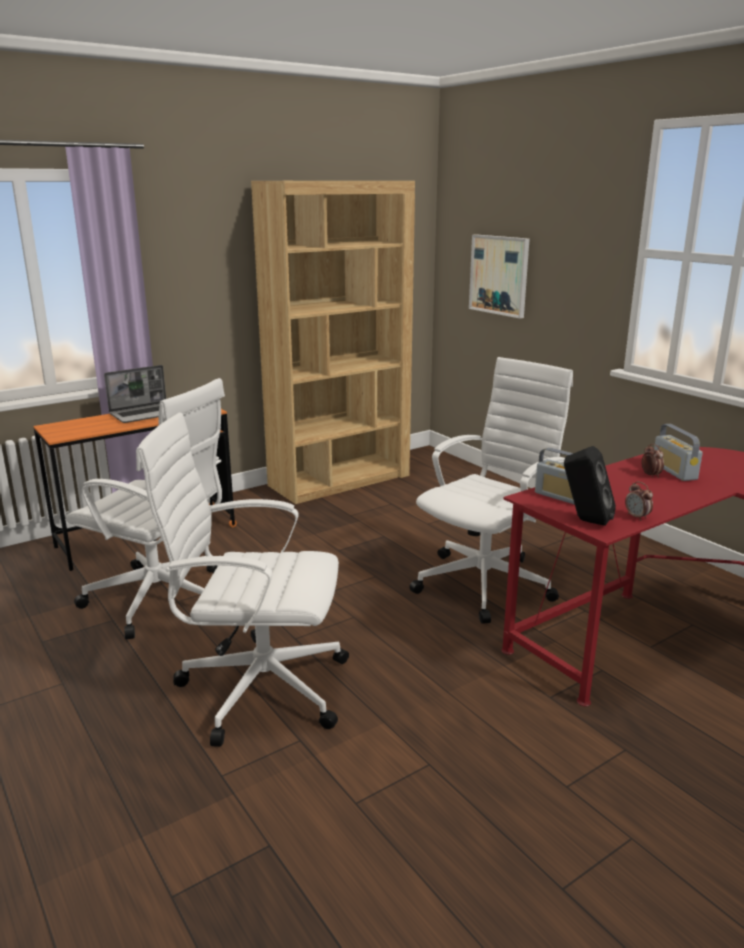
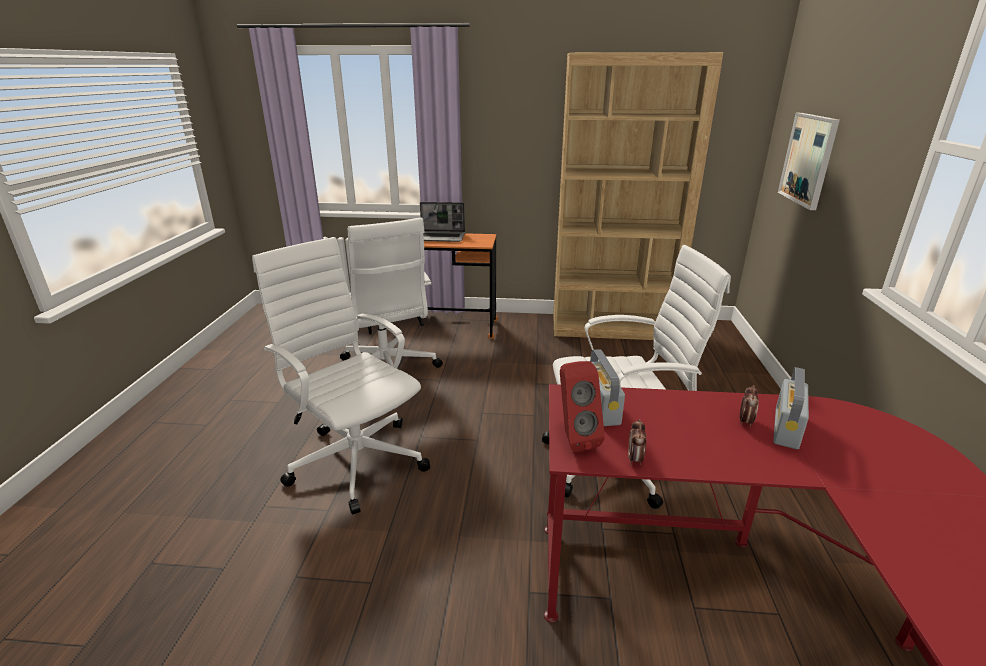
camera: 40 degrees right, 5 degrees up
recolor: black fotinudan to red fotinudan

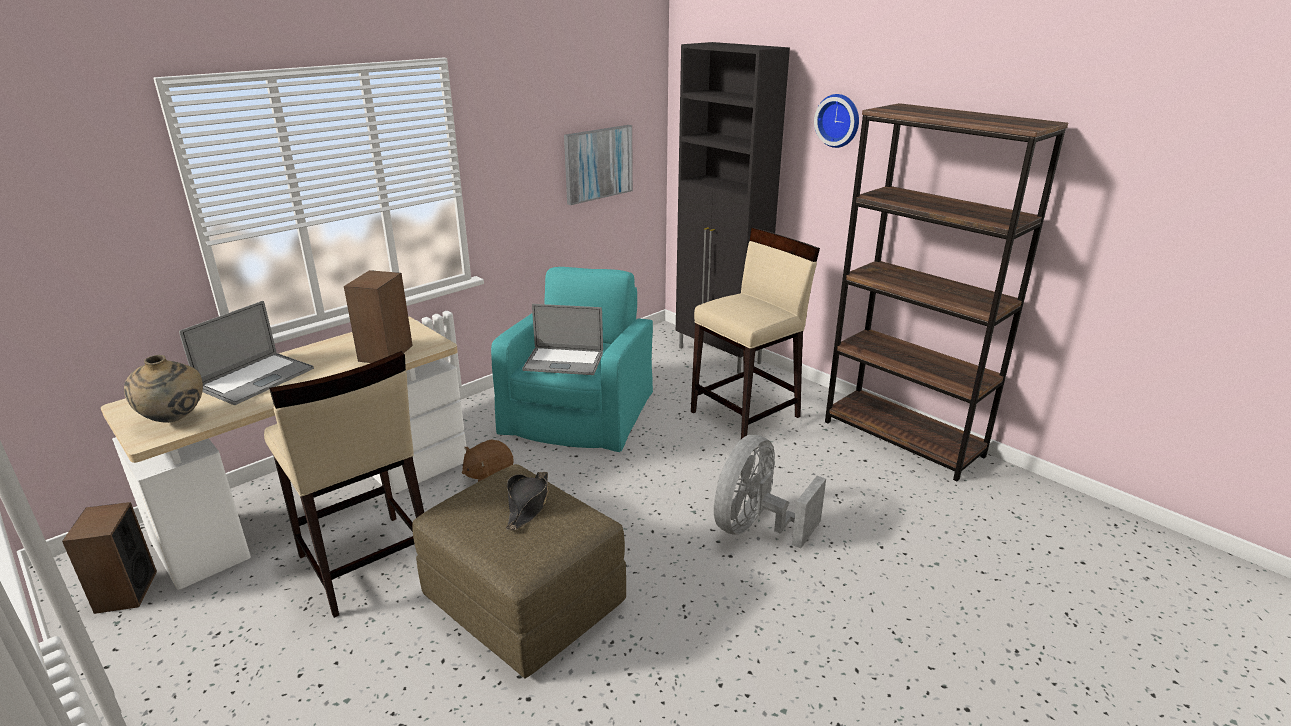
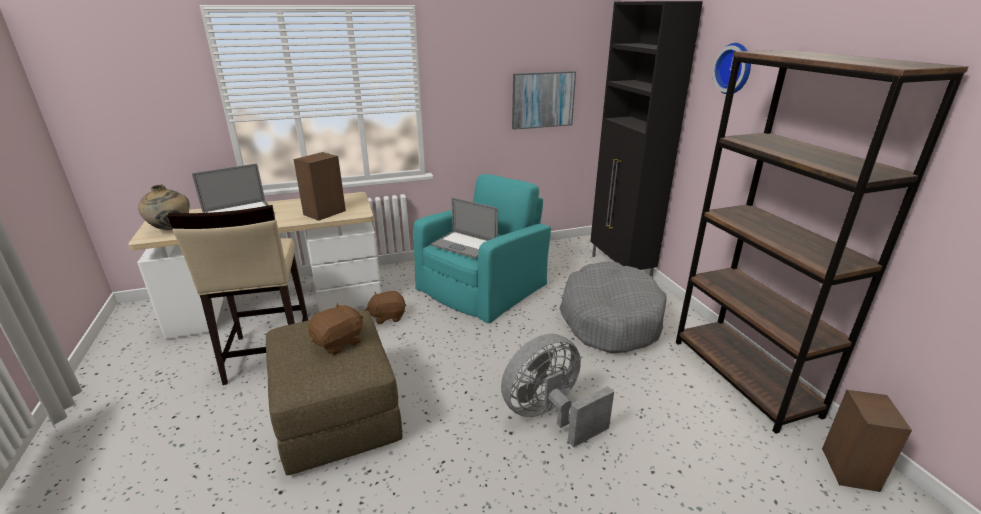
camera: 25 degrees right, 0 degrees up
move: fotinudan (1st from left in the first image) to fotinudan (2nd from left)
replace: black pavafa to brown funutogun (1st from left); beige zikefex (2nd from left) to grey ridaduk

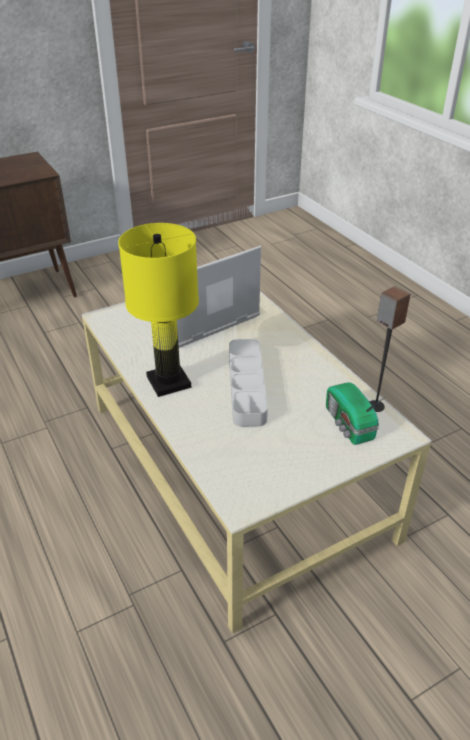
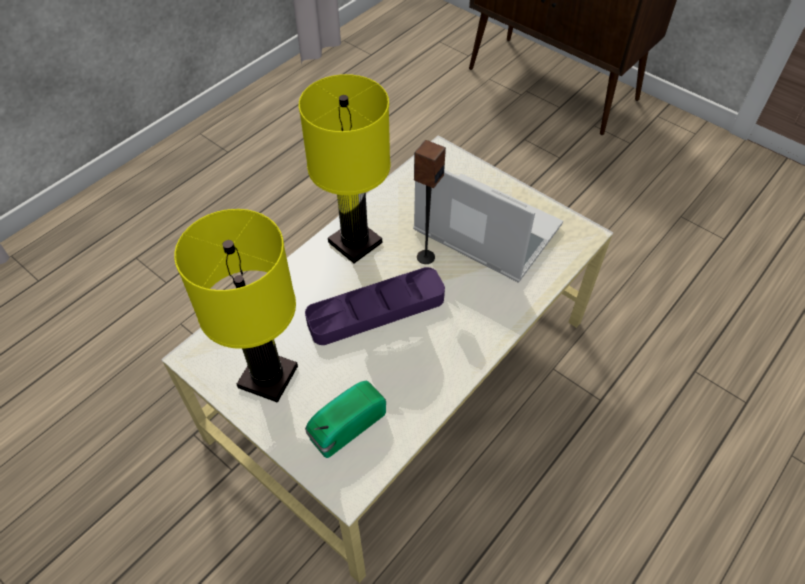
camera: 70 degrees right, 15 degrees up
insert: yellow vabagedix (1st from left)
move: fotinudan
recolor: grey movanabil to purple movanabil

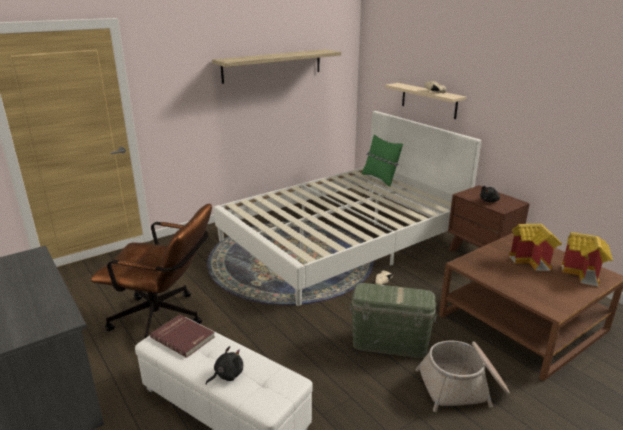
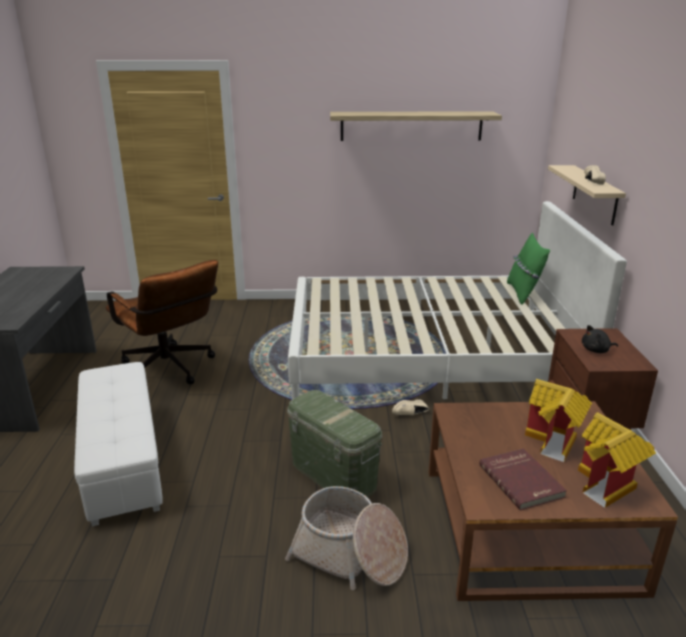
camera: 35 degrees right, 0 degrees up
delete: black funutogun (1st from left)
move: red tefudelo

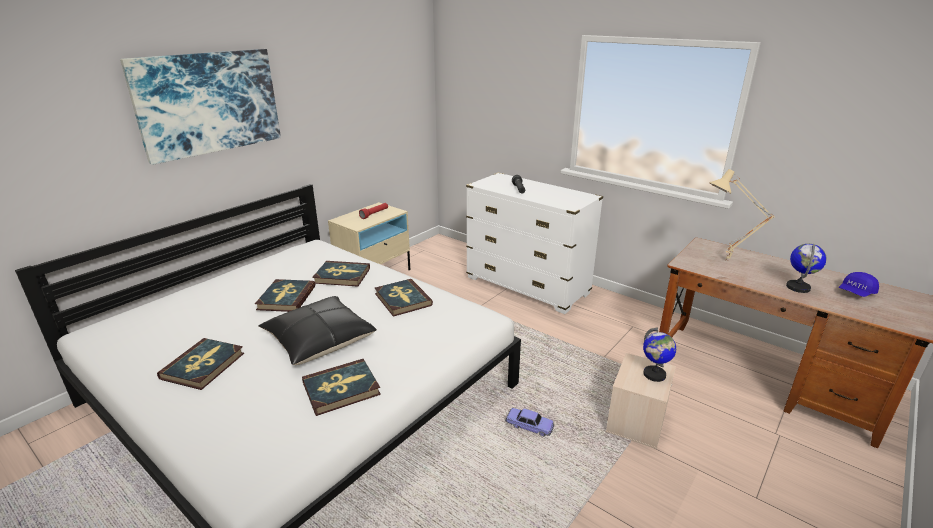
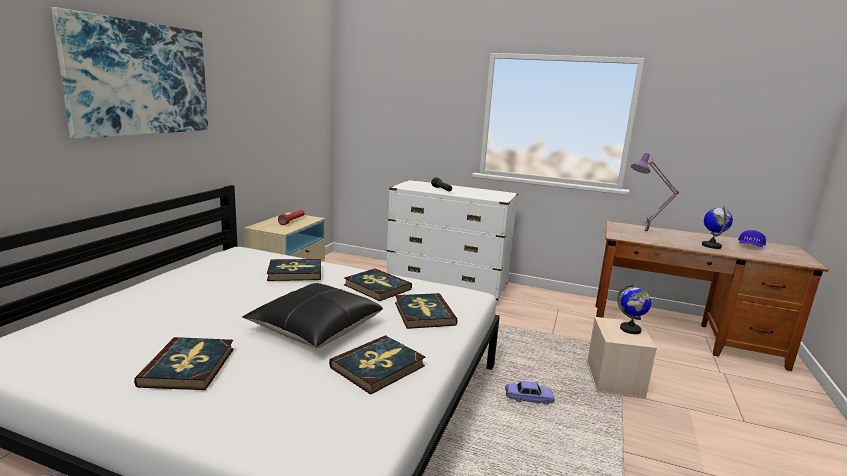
camera: 20 degrees left, 10 degrees down
move: tefudelo (2nd from left in the first image) to tefudelo (5th from left)
recolor: beige vabagedix to purple vabagedix

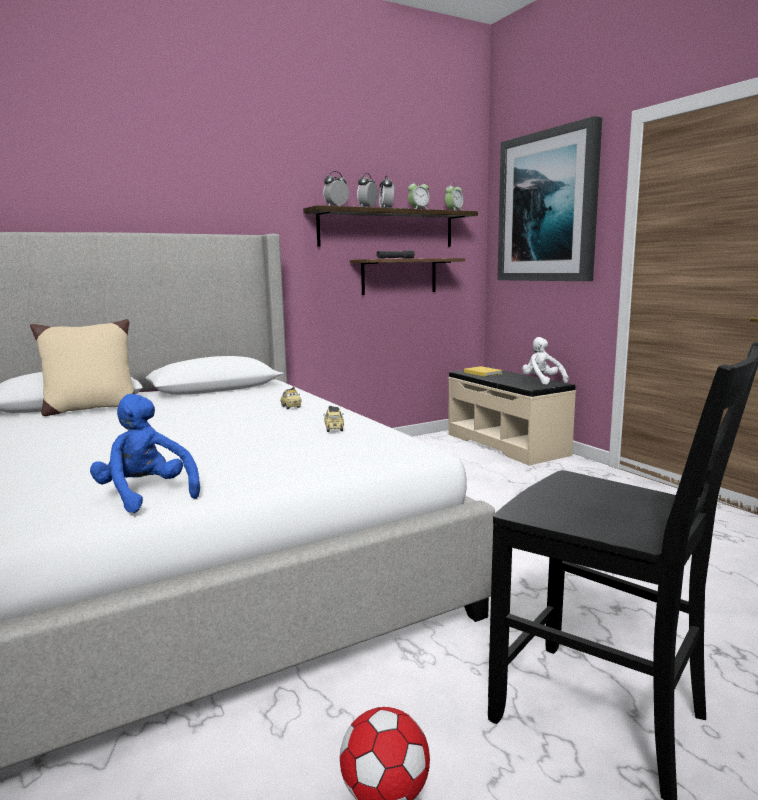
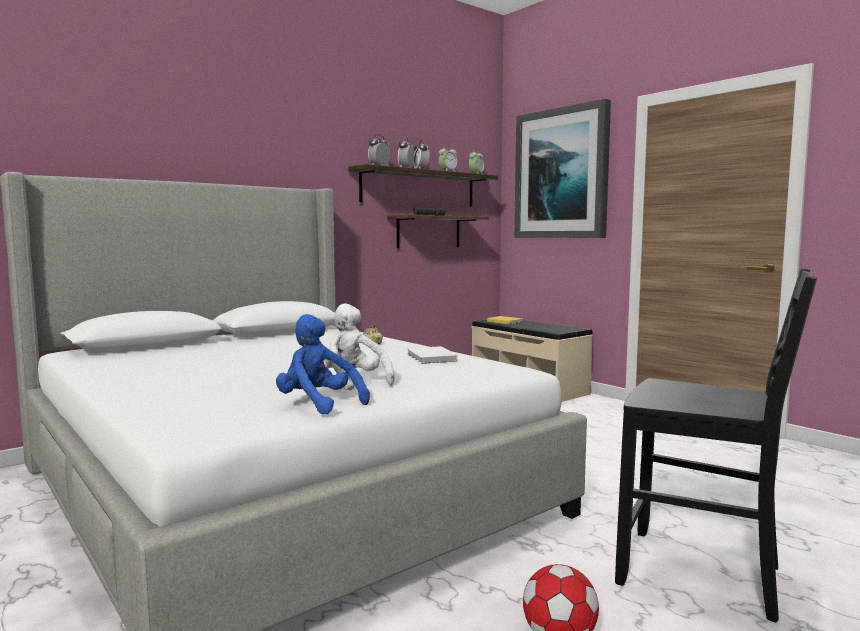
camera: 10 degrees left, 5 degrees down
delete: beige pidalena
move: white funutogun
replace: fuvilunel (2nd from left) to white tefudelo

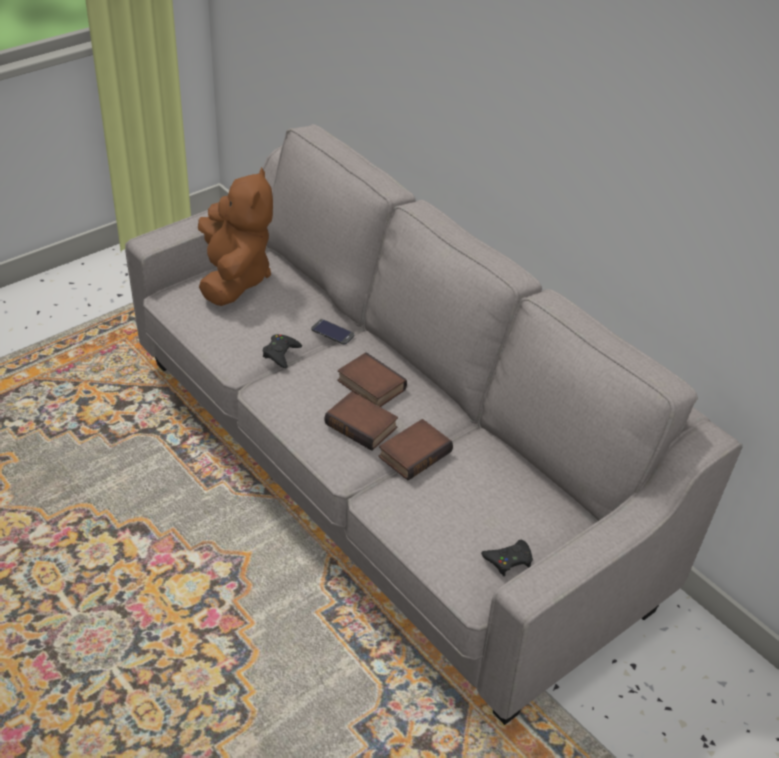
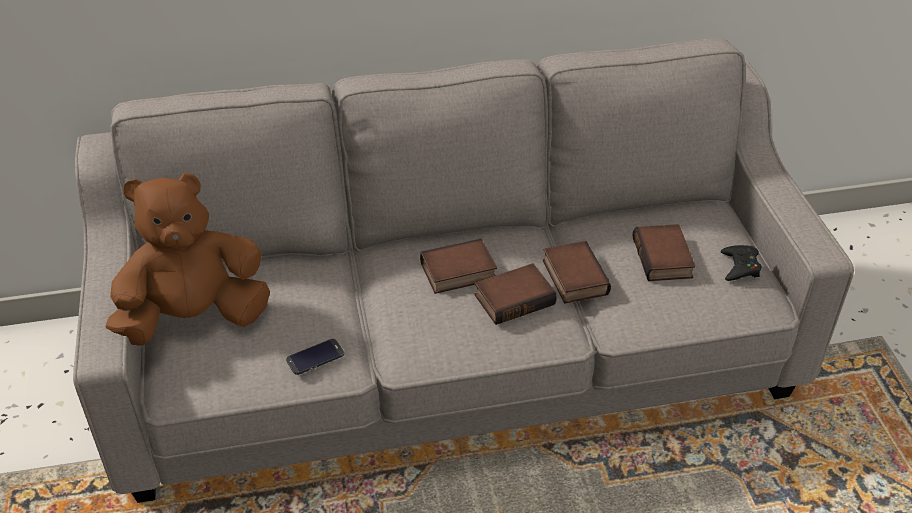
camera: 60 degrees left, 0 degrees up
delete: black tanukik (1st from left)
insert: tefudelo (4th from left)
move: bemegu
rotate: brown funutogun 45 degrees counterclockwise

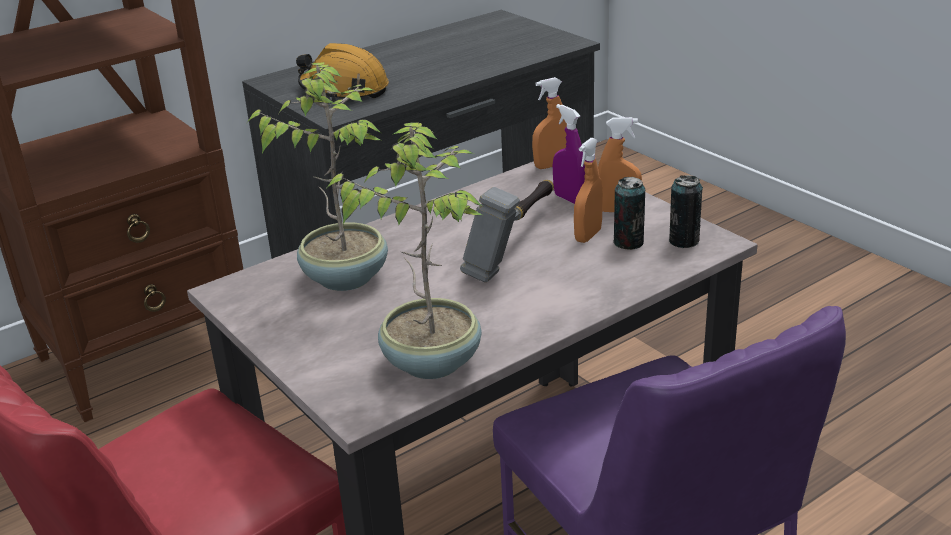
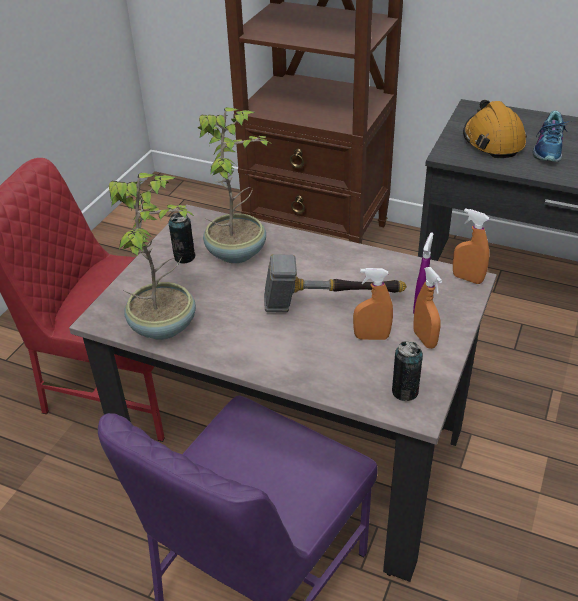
camera: 60 degrees right, 10 degrees up
insert: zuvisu
move: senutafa (1st from left)

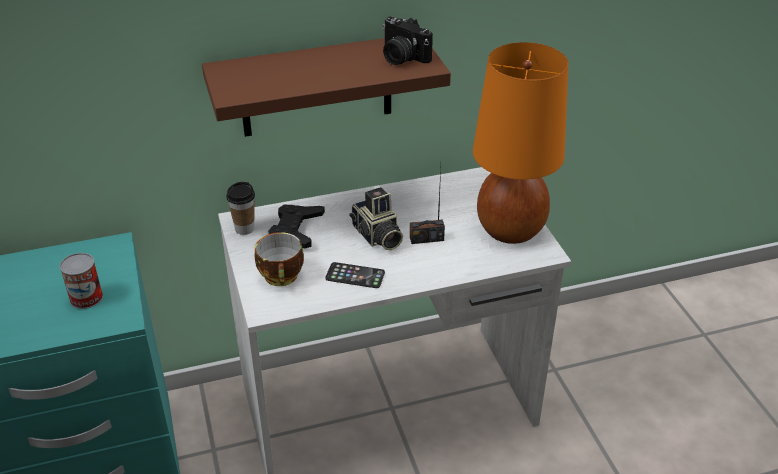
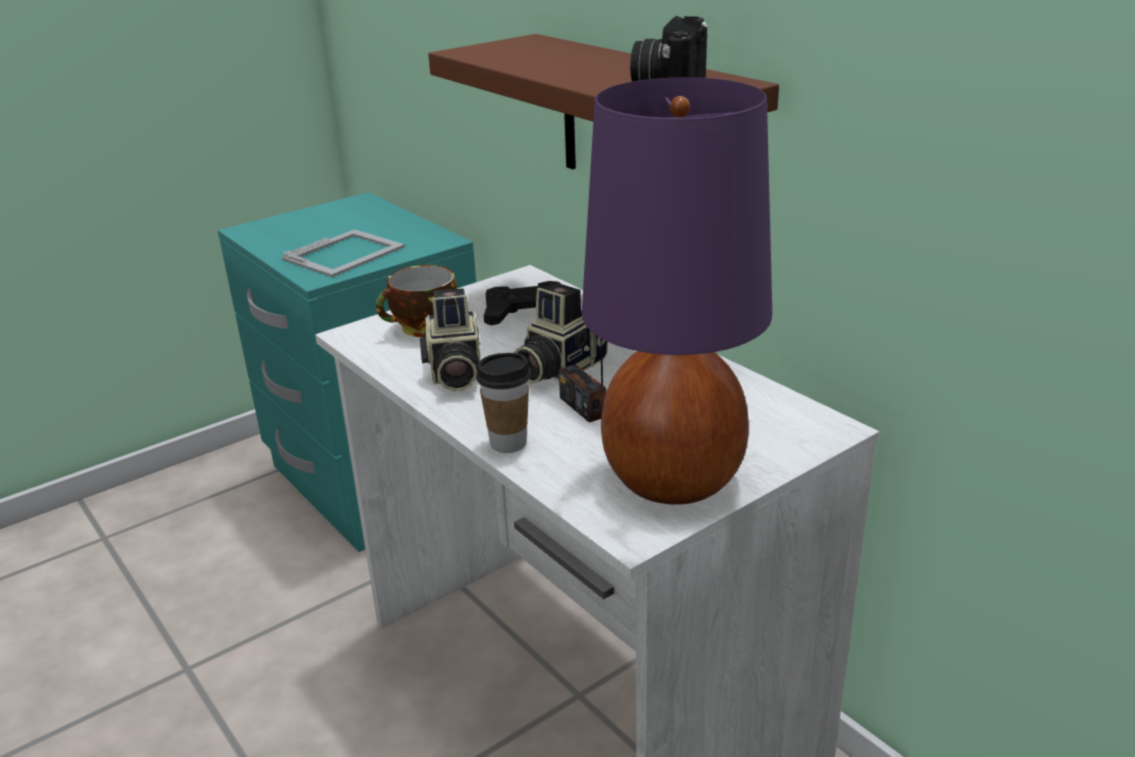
camera: 70 degrees right, 10 degrees down
move: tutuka (1st from left in the first image) to tutuka (2nd from left)
replace: senutafa to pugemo; bemegu to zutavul (1st from left)
recolor: orange vabagedix to purple vabagedix

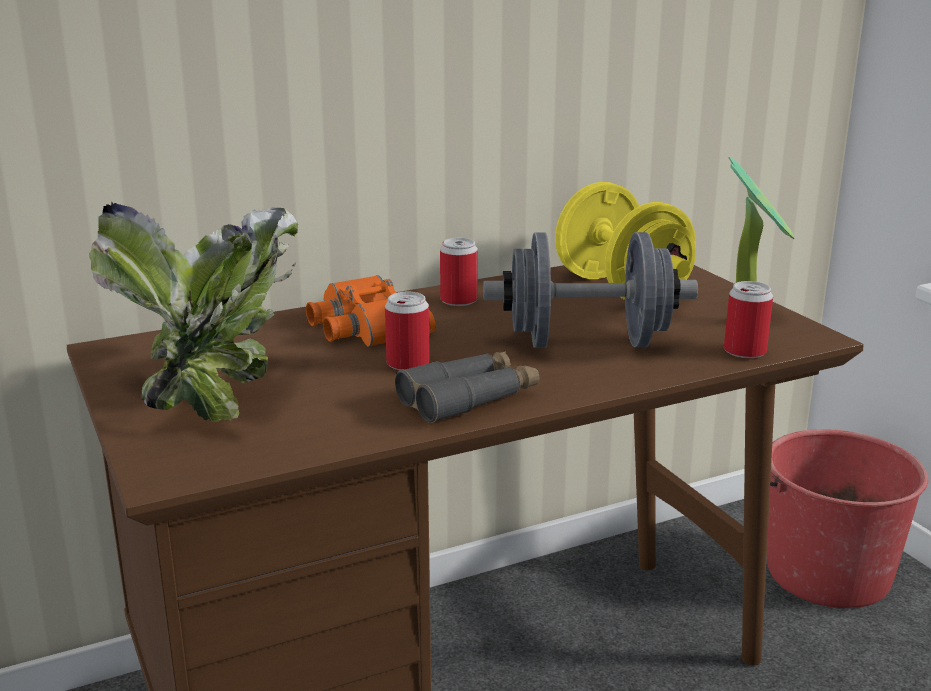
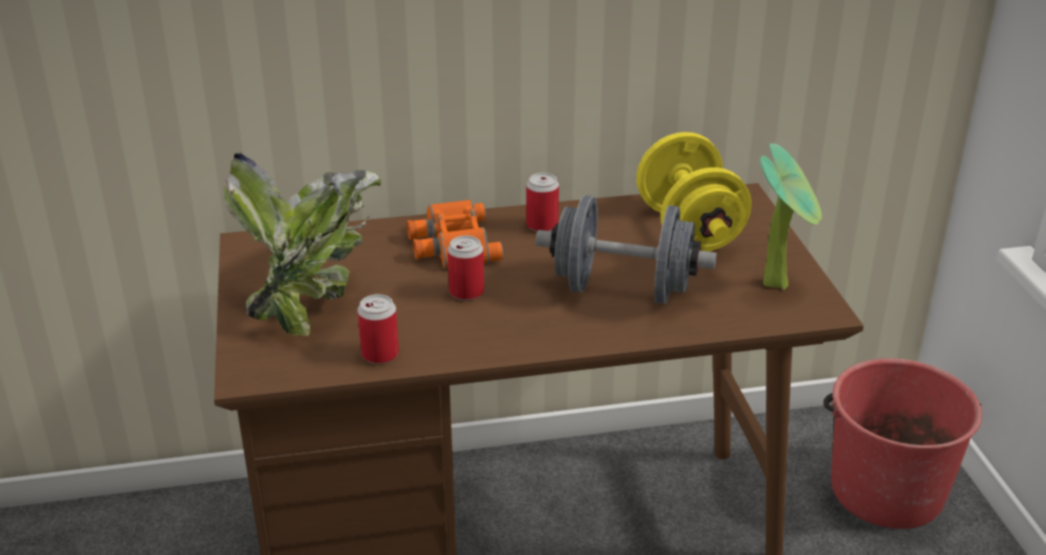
camera: 15 degrees right, 10 degrees up
delete: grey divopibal
move: senutafa (3rd from left in the first image) to senutafa (1st from left)

